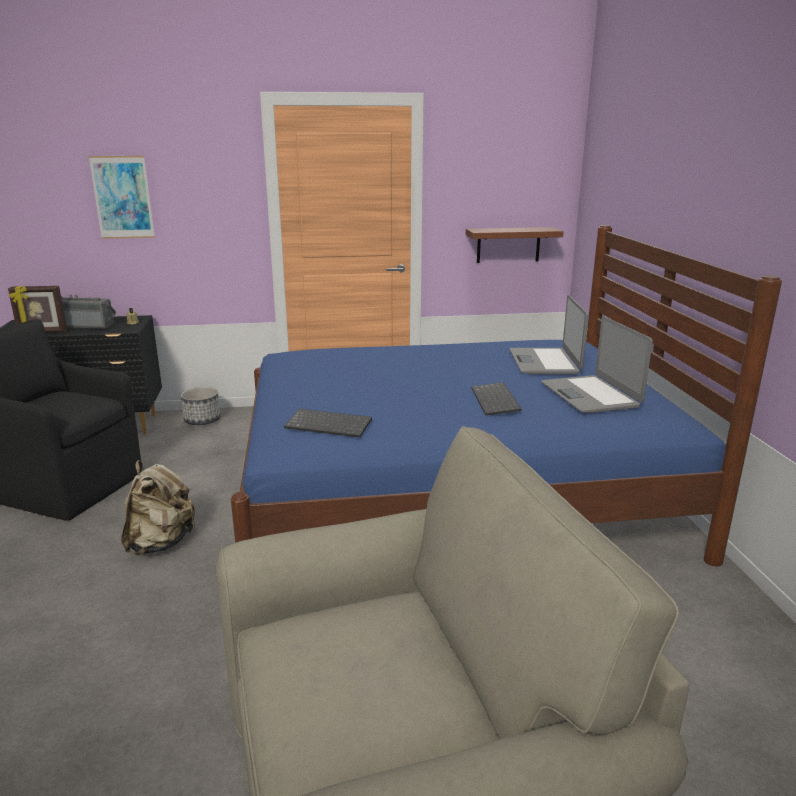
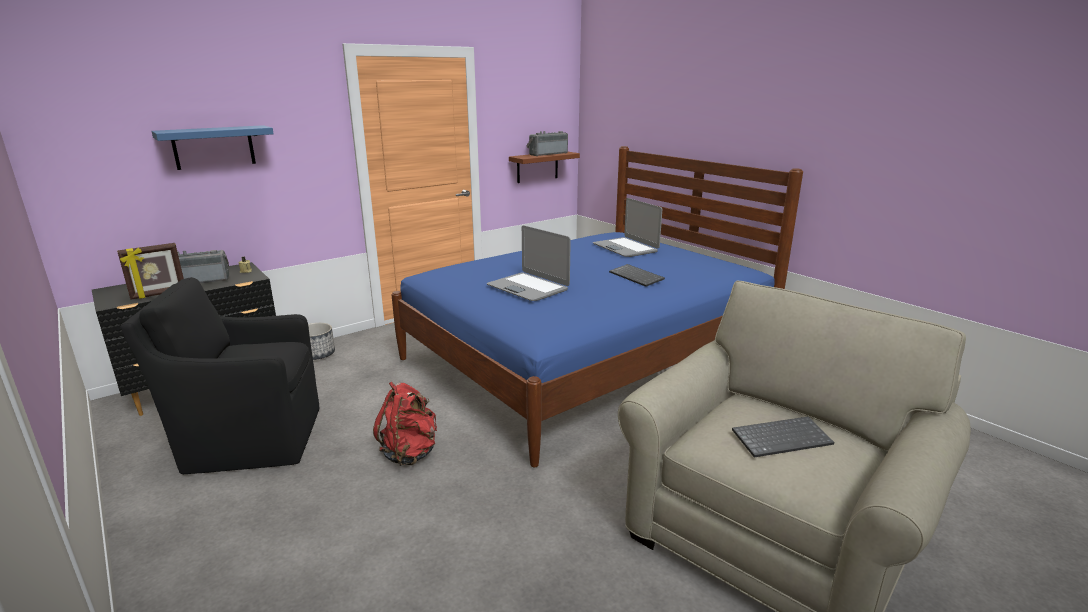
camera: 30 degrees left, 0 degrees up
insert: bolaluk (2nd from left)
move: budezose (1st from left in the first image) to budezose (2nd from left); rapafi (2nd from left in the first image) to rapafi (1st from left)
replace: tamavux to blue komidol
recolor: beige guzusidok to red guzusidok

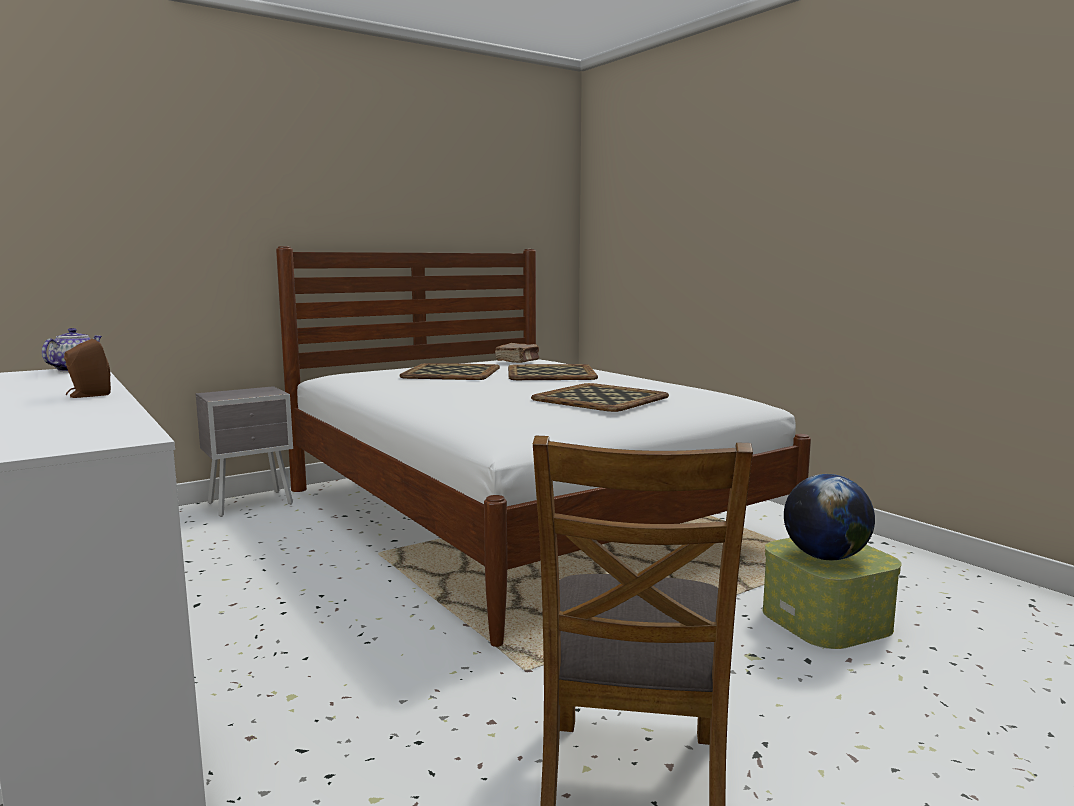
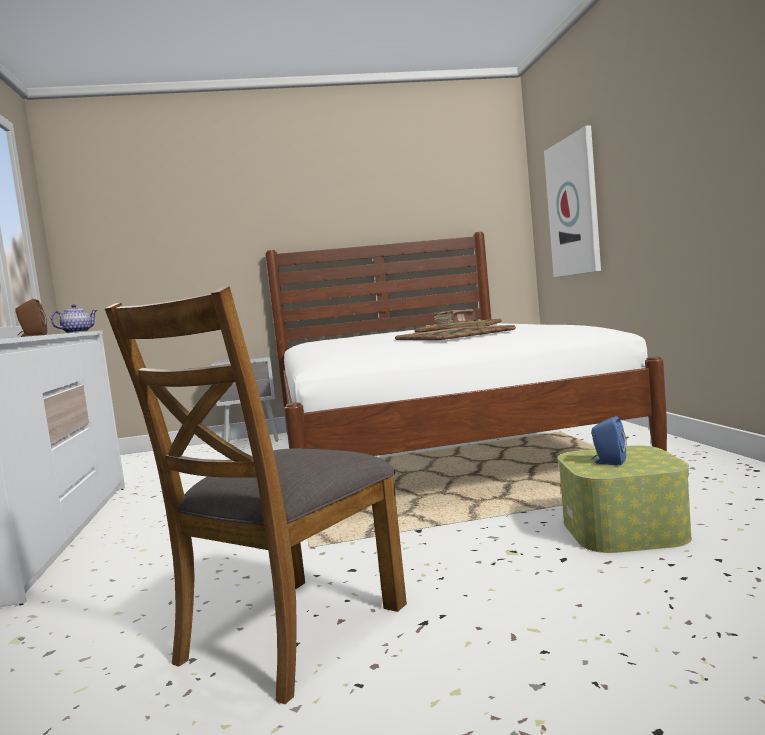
camera: 25 degrees right, 5 degrees down
delete: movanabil (1st from left)
insert: tamavux
replace: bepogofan to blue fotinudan

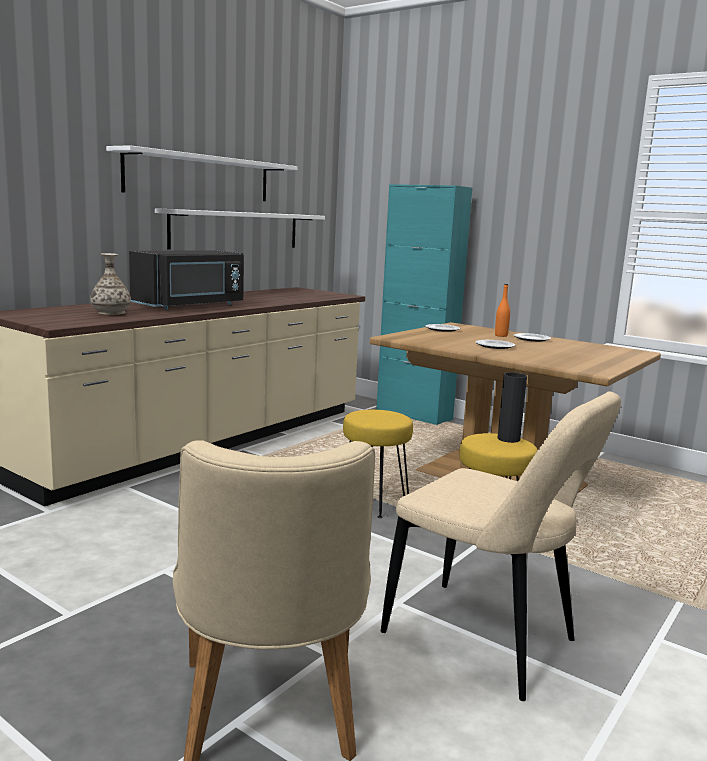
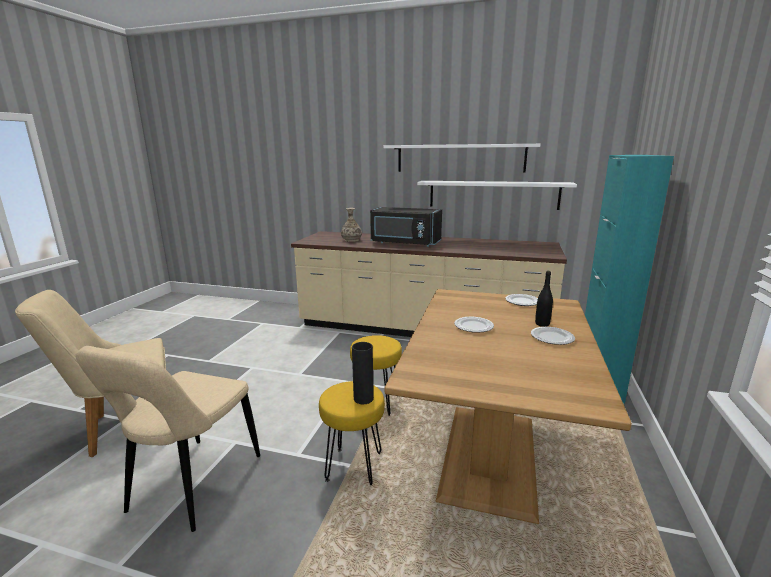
camera: 70 degrees right, 5 degrees up
recolor: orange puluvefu to black puluvefu

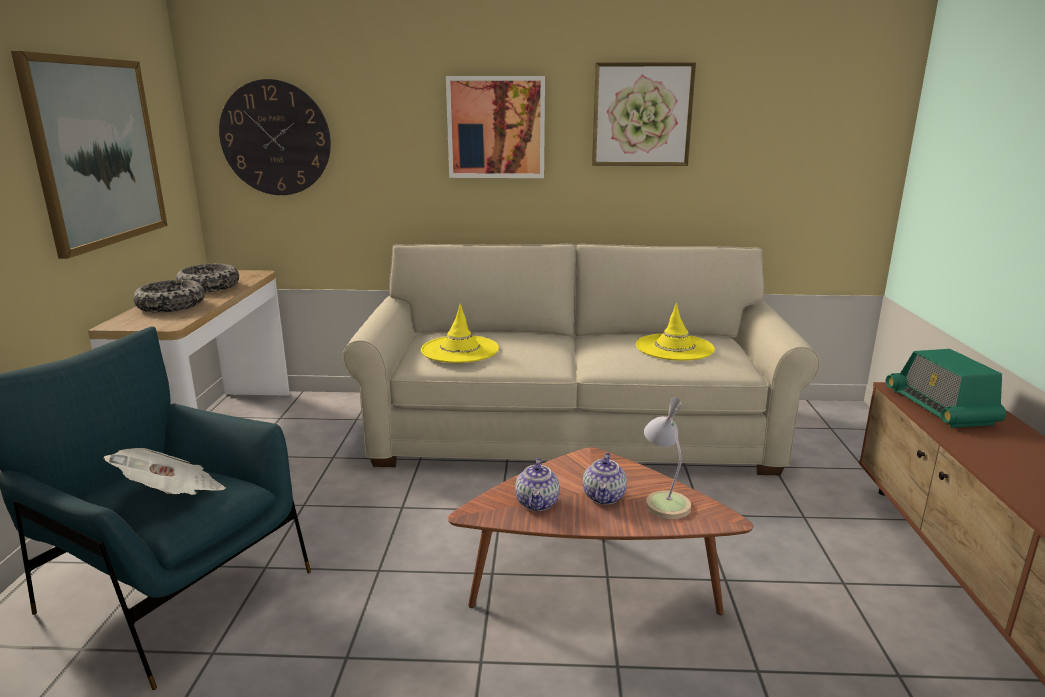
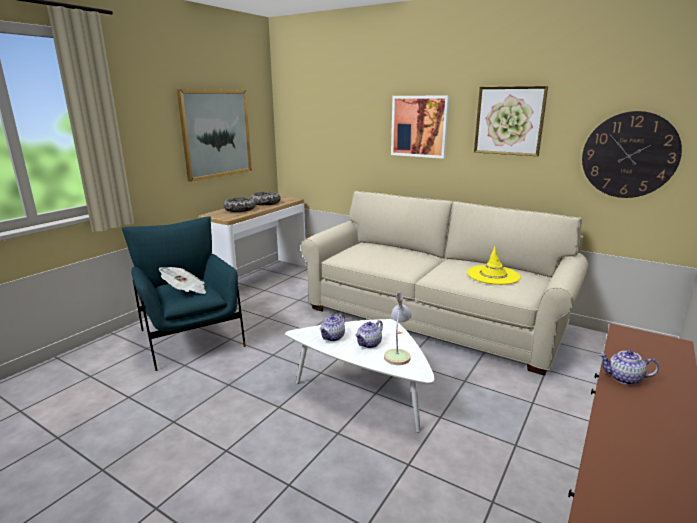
camera: 30 degrees right, 0 degrees up
delete: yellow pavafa (1st from left); bolaluk
insert: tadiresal (3rd from left)
move: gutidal
recolor: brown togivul to white togivul

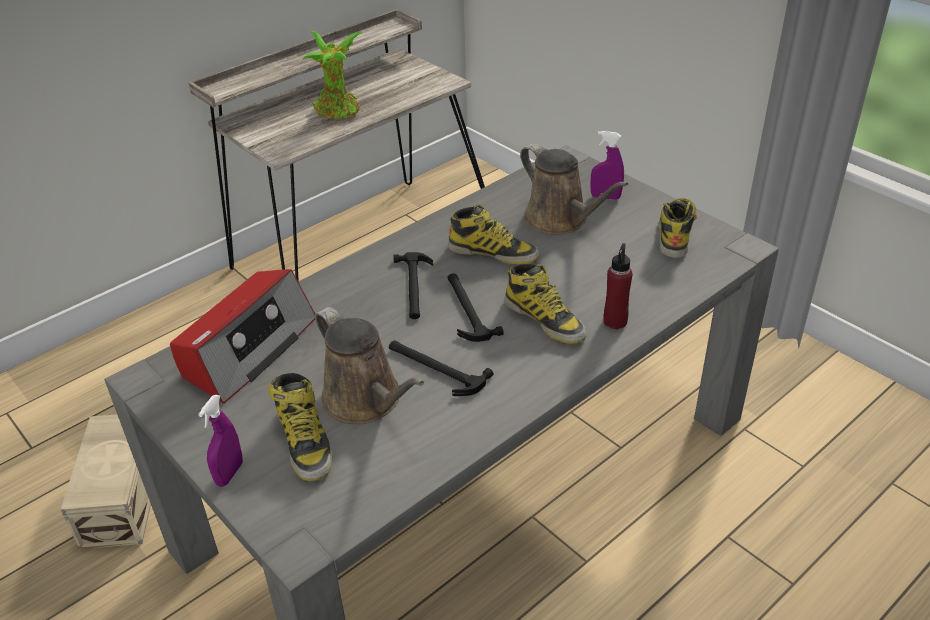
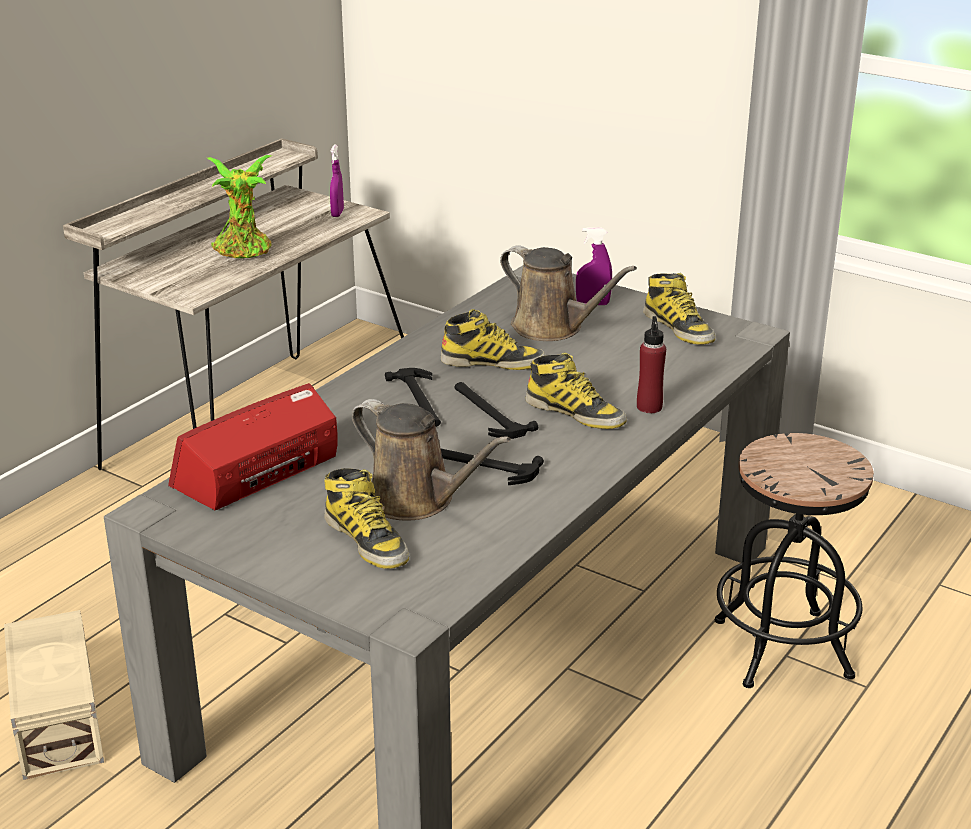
camera: 15 degrees left, 10 degrees down
insert: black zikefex
move: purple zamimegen (1st from left)
rotate: bolaluk 150 degrees counterclockwise; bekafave (4th from left) 150 degrees clockwise

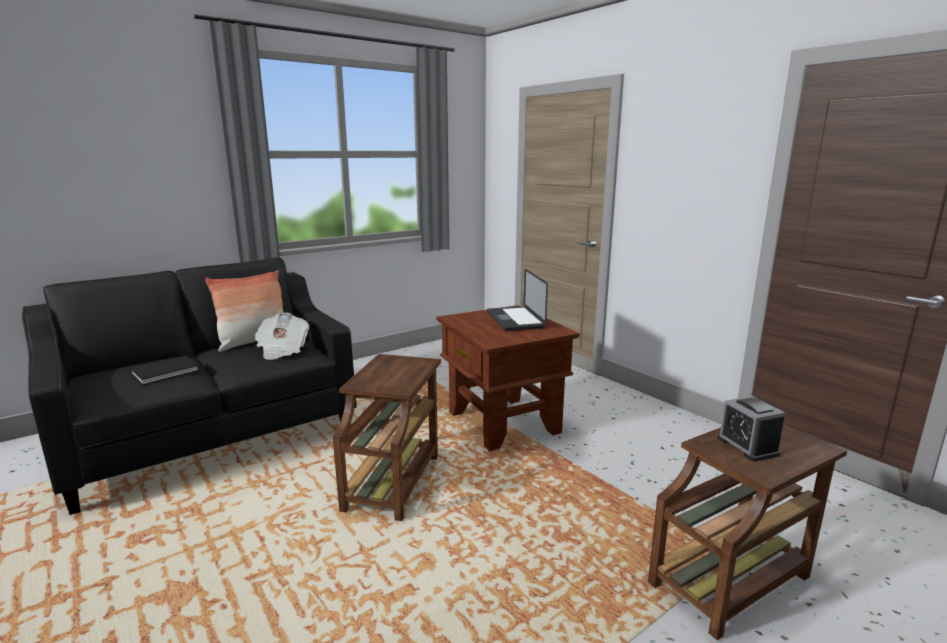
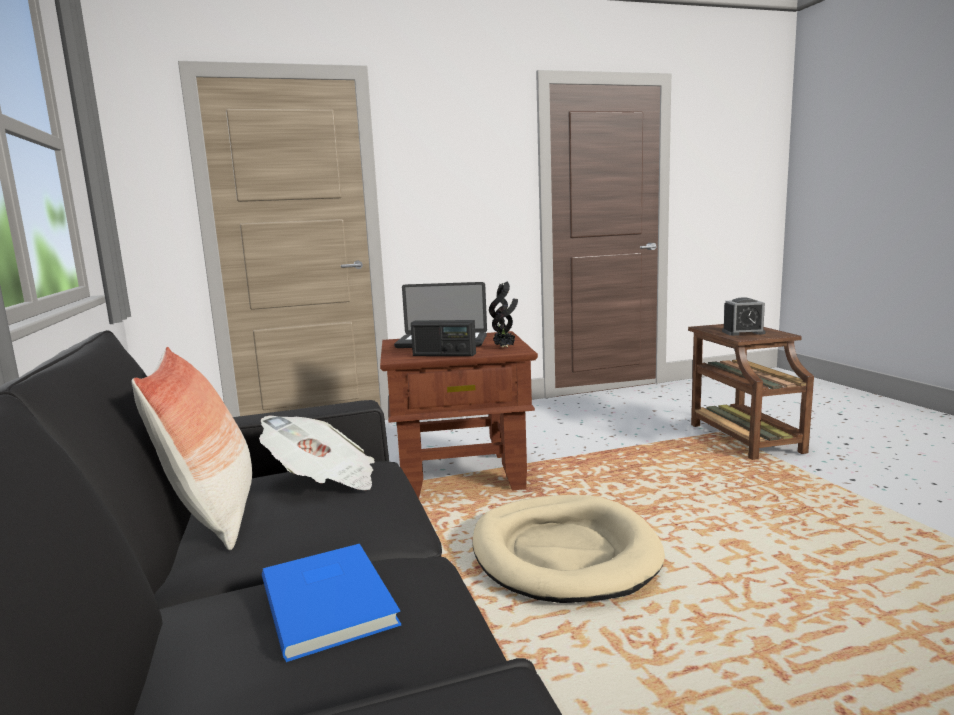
camera: 70 degrees left, 5 degrees down
insert: bolaluk; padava
replace: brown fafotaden (1st from left) to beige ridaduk
recolor: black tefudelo to blue tefudelo

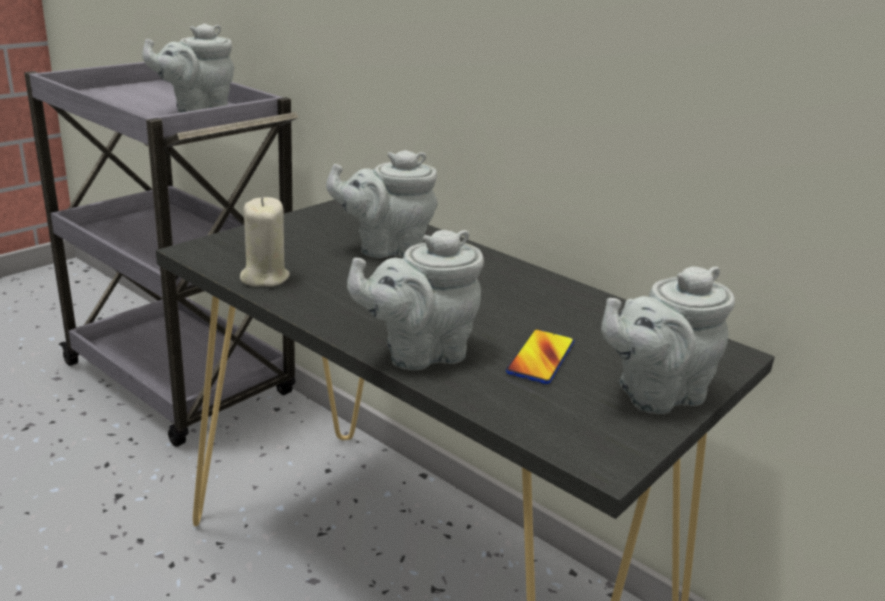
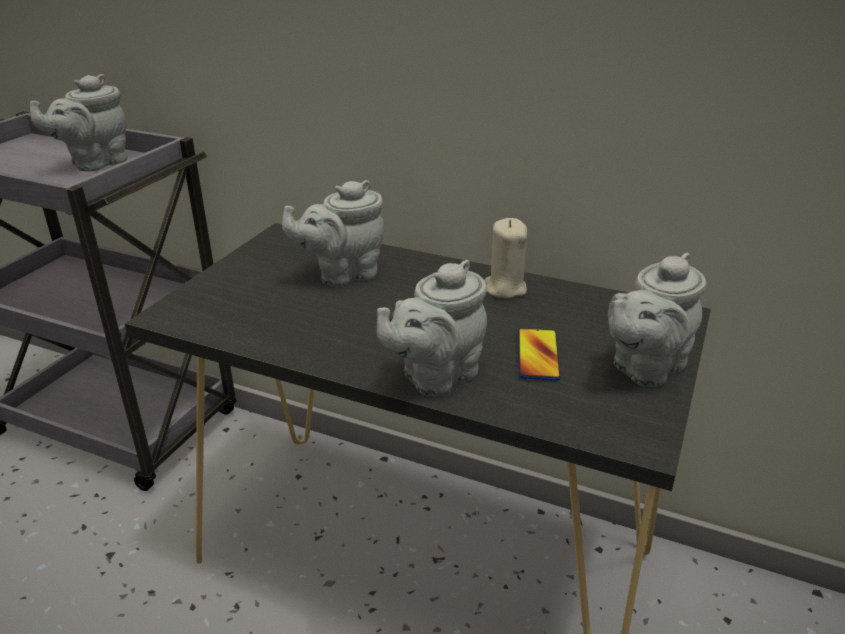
camera: 15 degrees left, 5 degrees up
move: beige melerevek

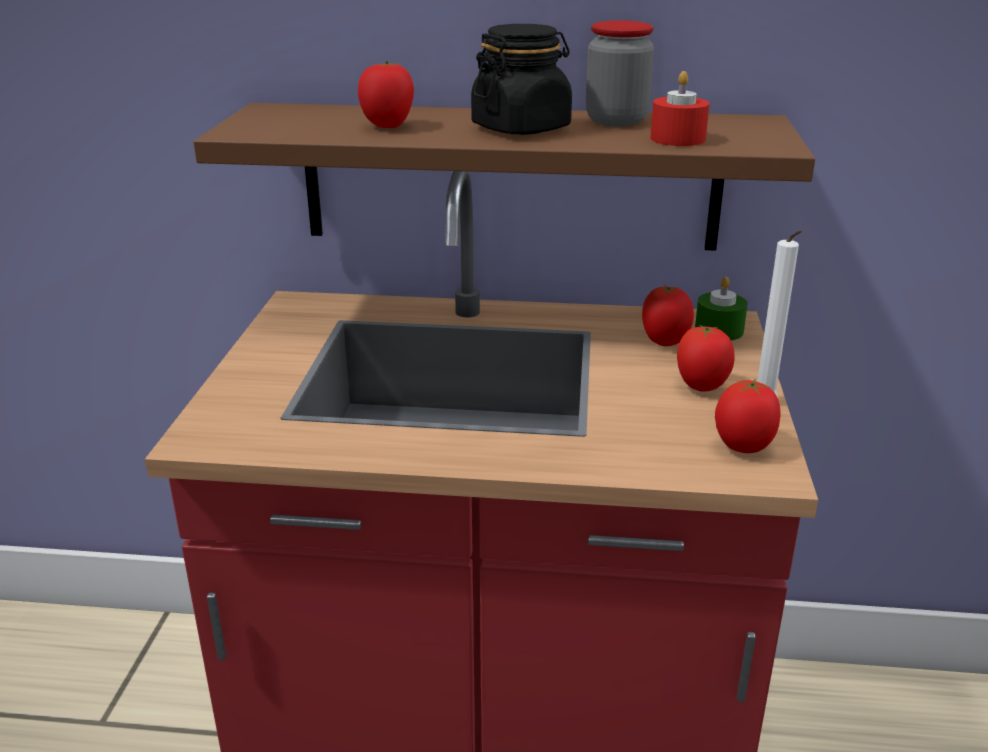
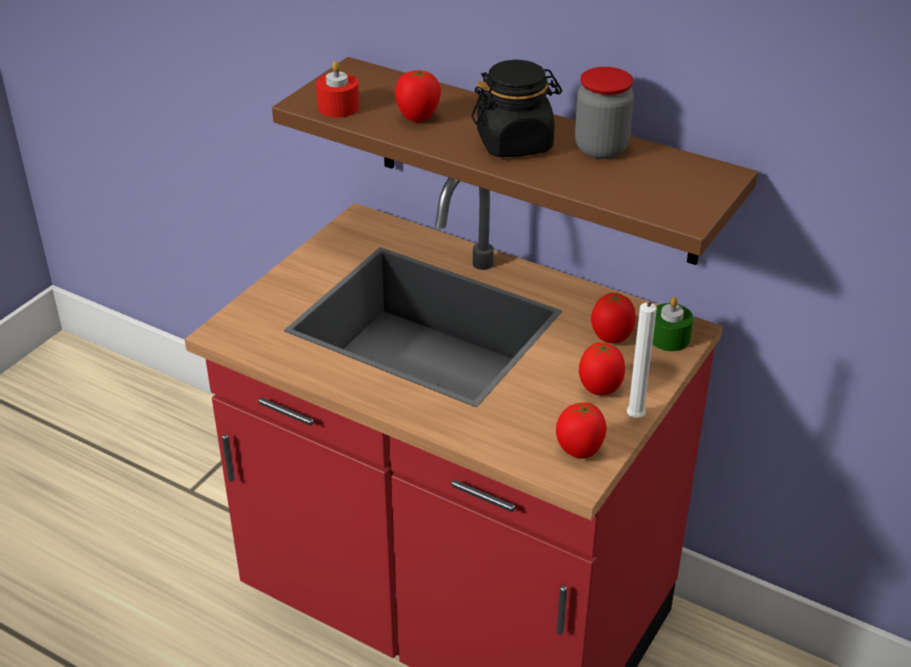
camera: 25 degrees right, 10 degrees up
move: red melerevek

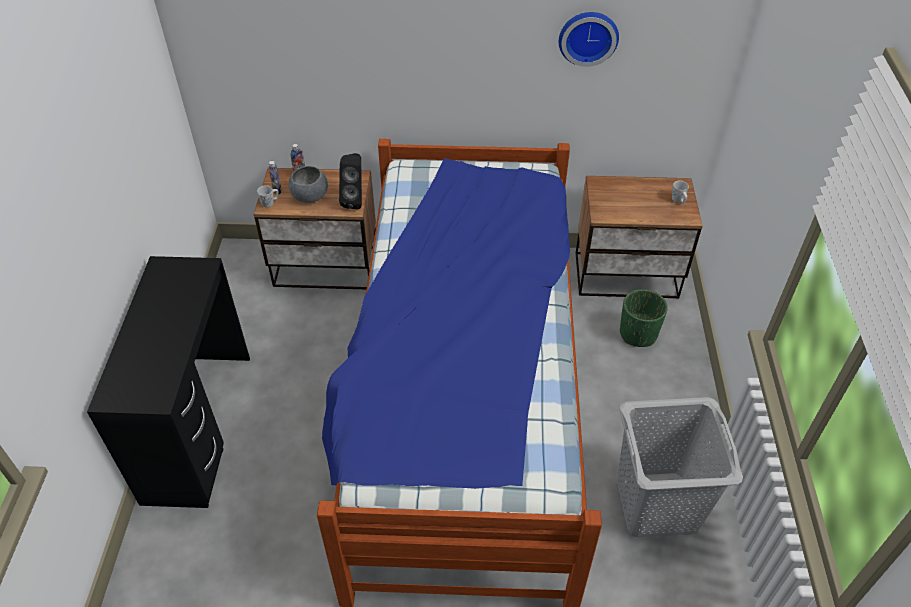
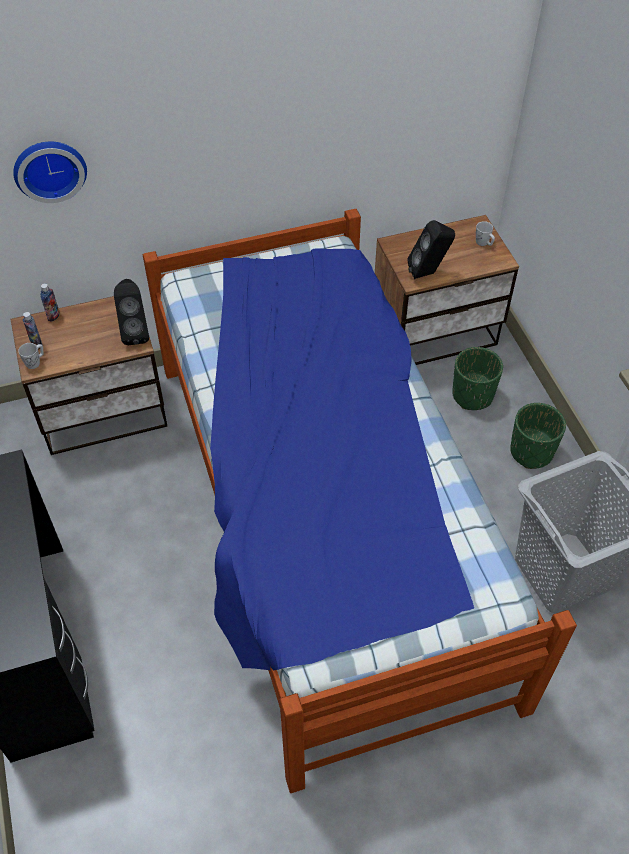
camera: 20 degrees left, 5 degrees up
delete: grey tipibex
insert: black fotinudan (2nd from left); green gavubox (2nd from left)
move: gutidal

